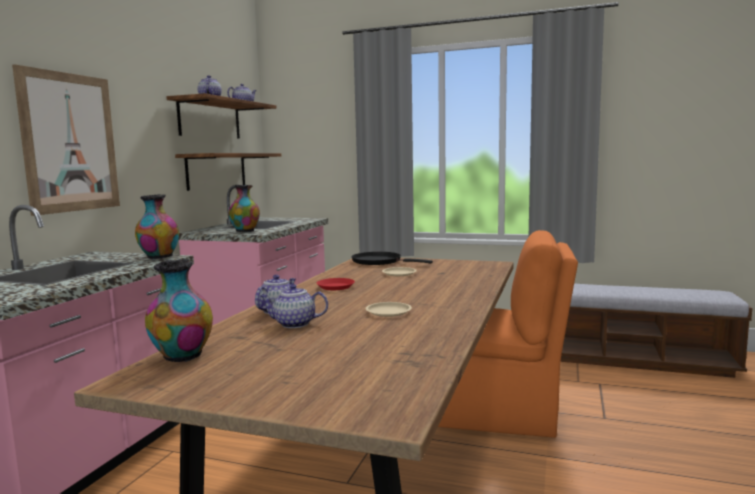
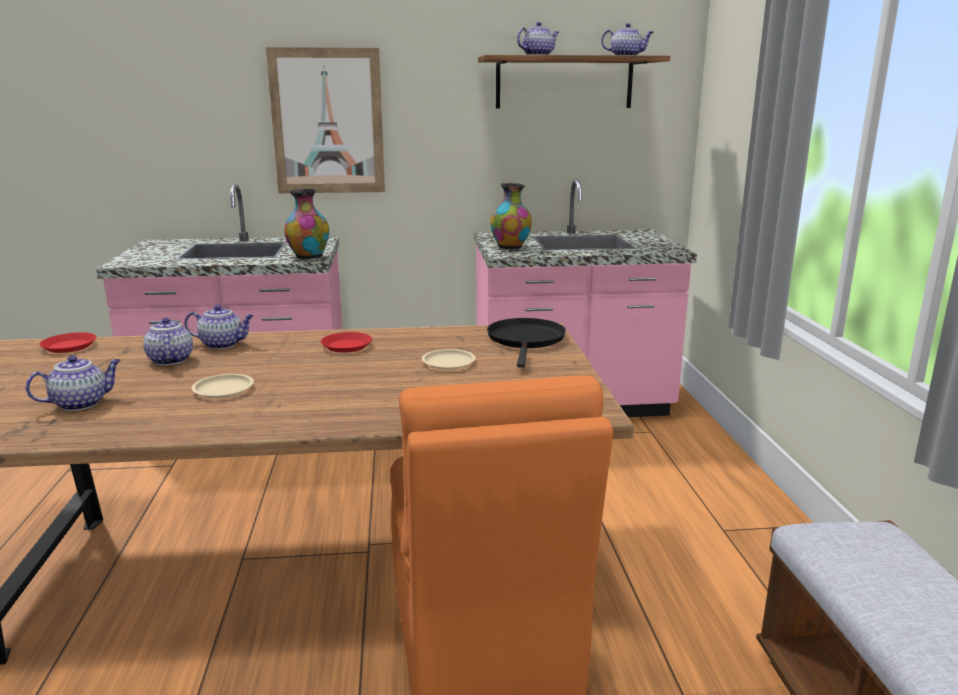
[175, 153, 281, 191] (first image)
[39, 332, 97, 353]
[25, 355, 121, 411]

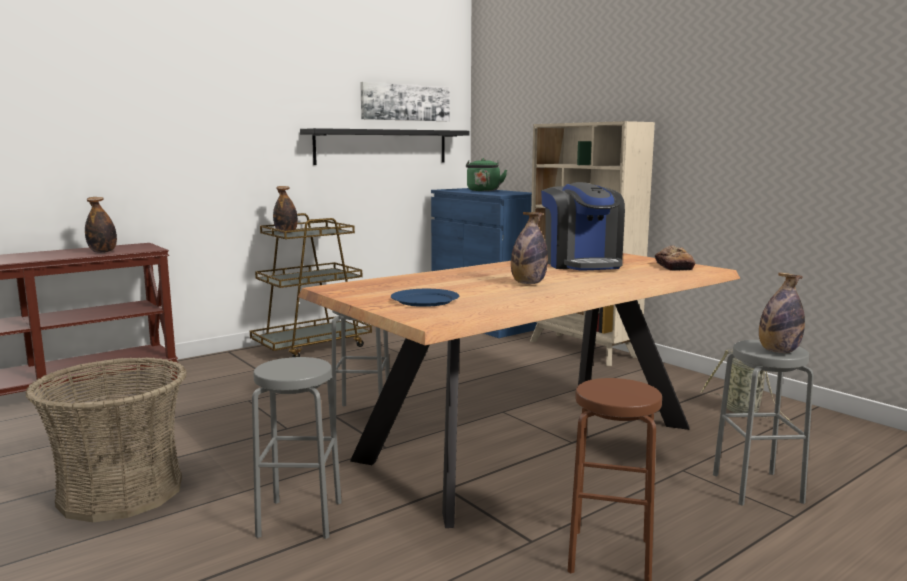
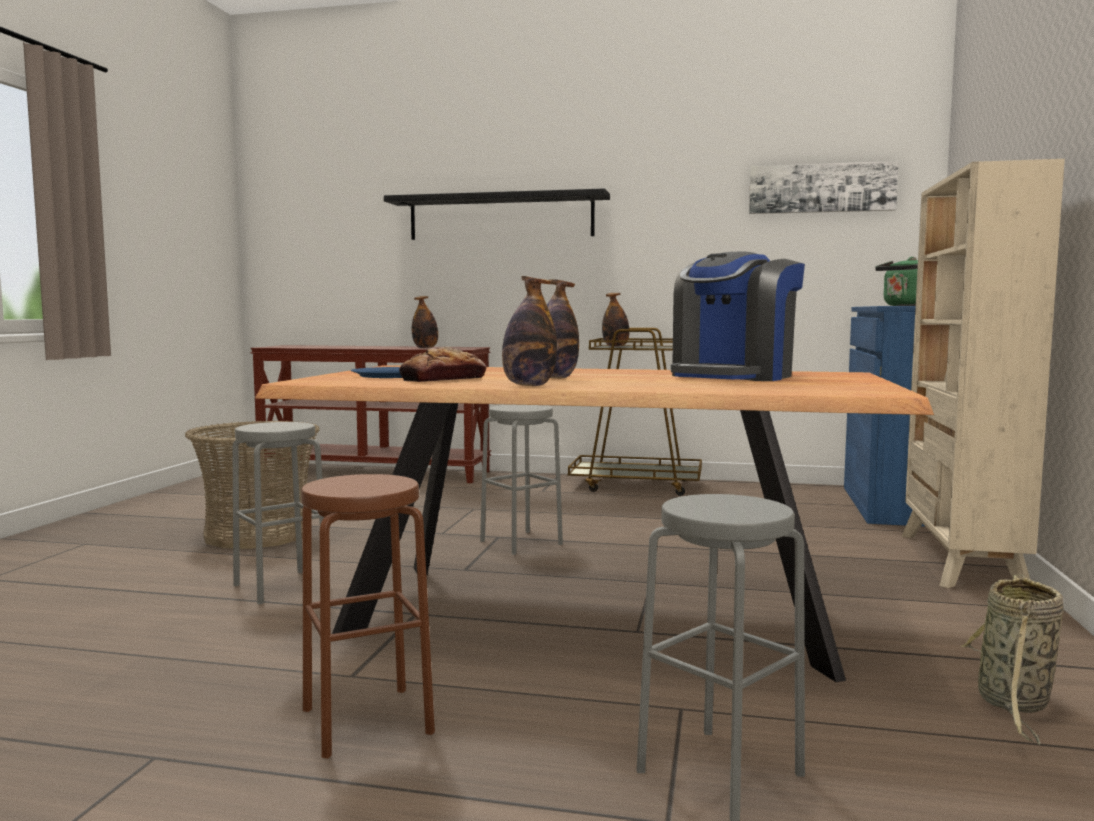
[384, 188, 610, 240]
[399, 347, 487, 382]
[502, 276, 557, 386]

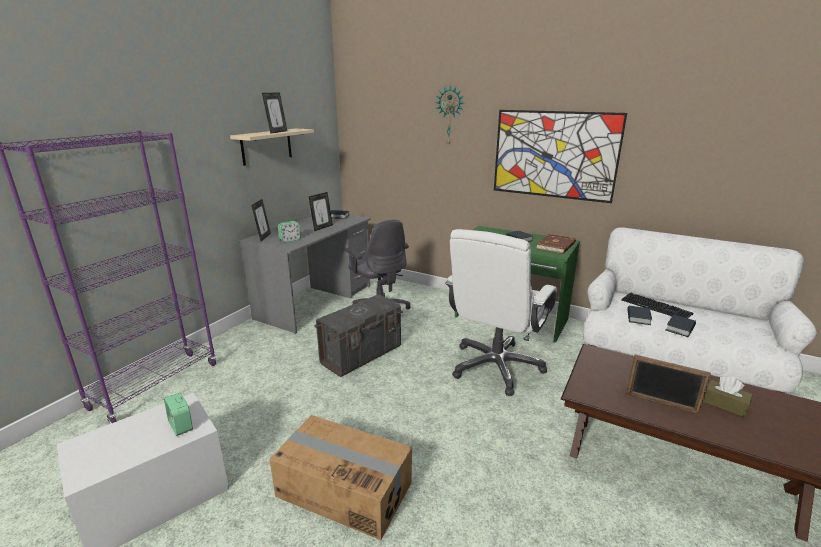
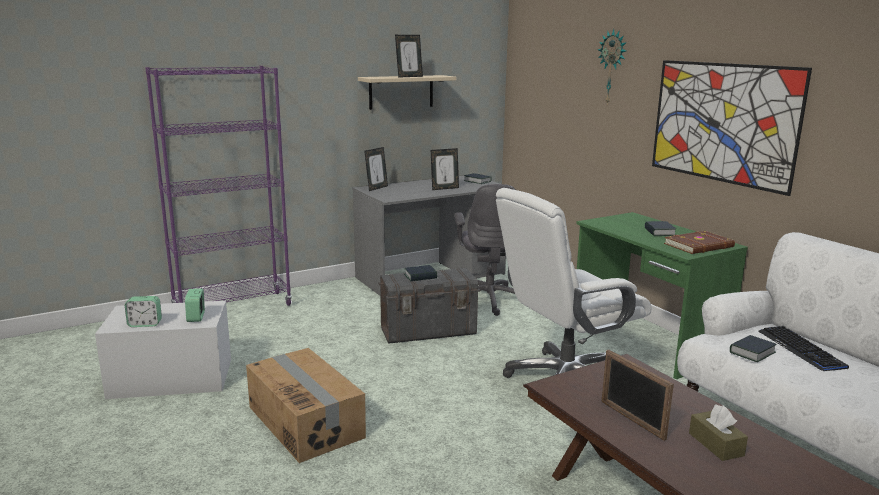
[125, 296, 162, 327]
[404, 265, 437, 281]

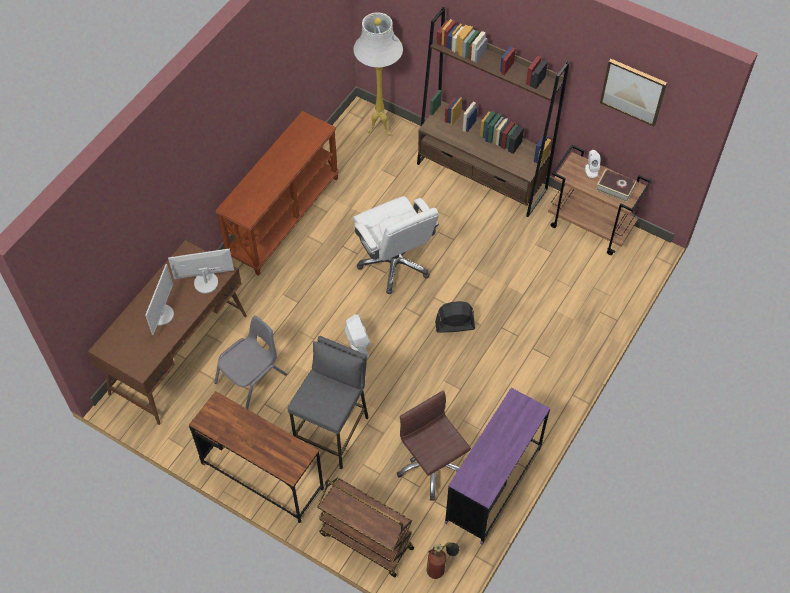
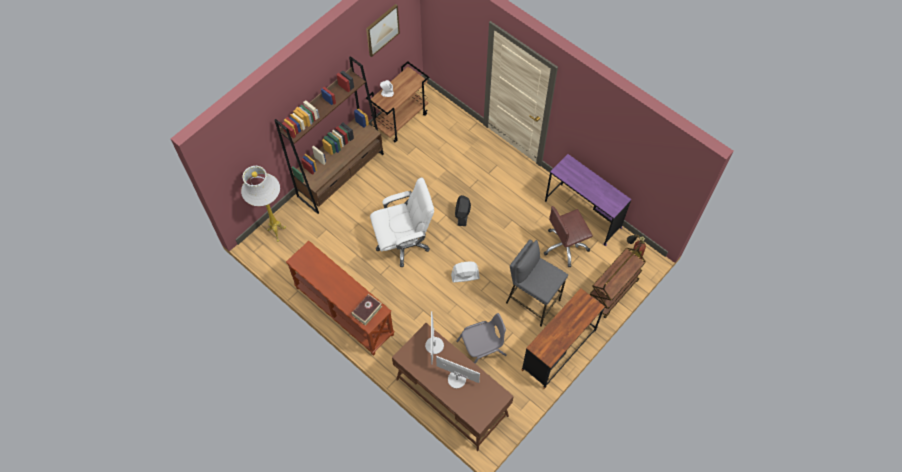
[352, 294, 382, 326]
[456, 313, 507, 364]

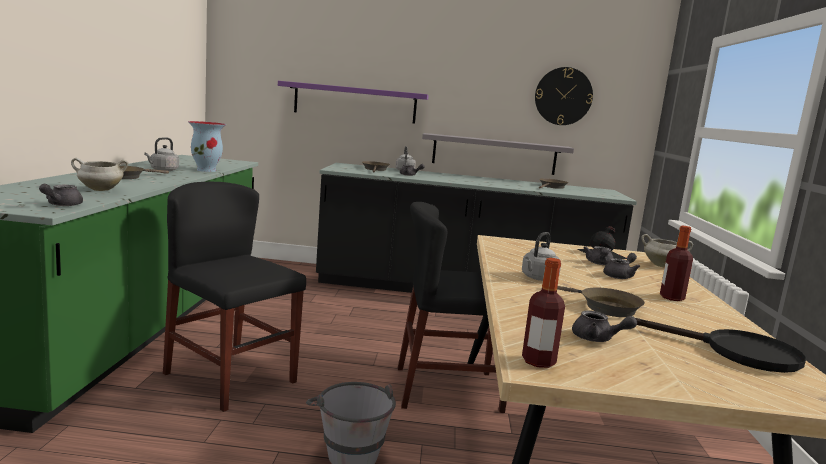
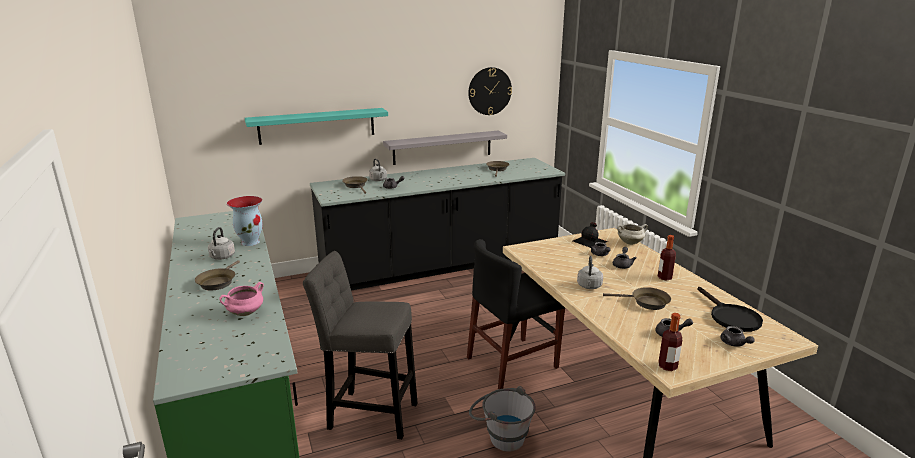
[245, 108, 388, 145]
[220, 282, 264, 316]
[303, 251, 417, 439]
[720, 326, 755, 347]
[697, 287, 763, 332]

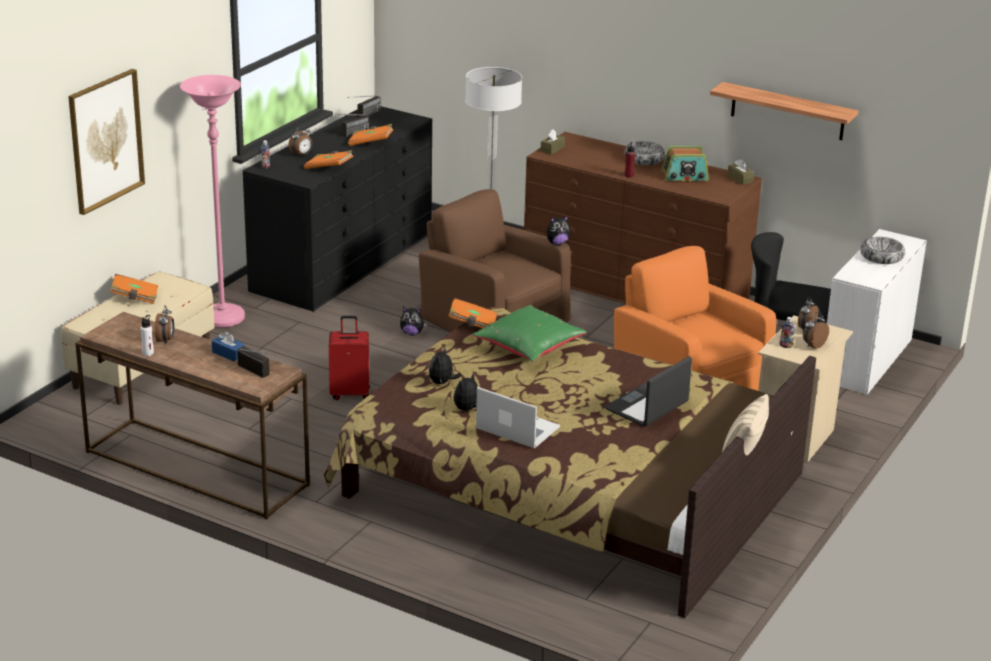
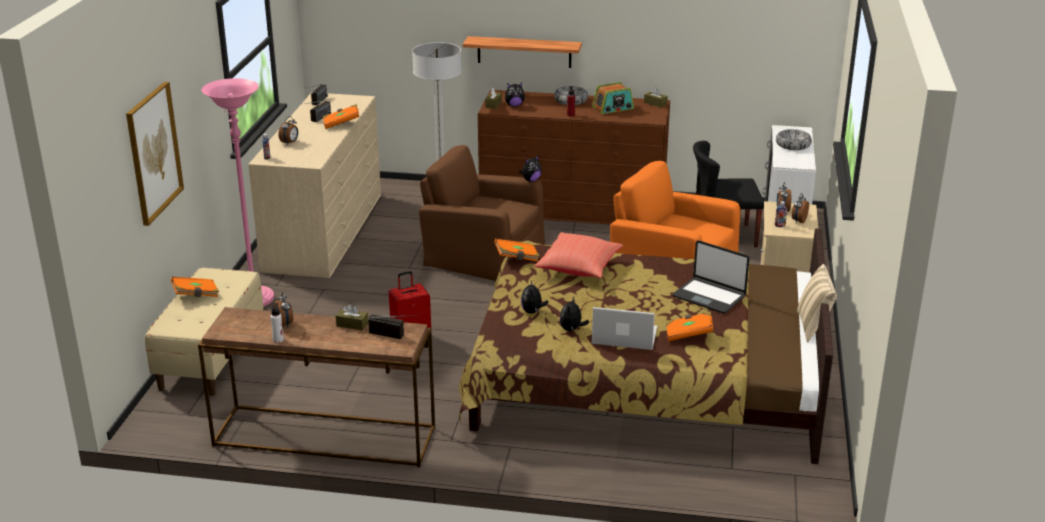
[463, 36, 582, 68]
[248, 92, 381, 278]
[666, 311, 713, 342]
[534, 232, 623, 278]
[505, 83, 525, 107]
[336, 304, 368, 331]
[673, 240, 750, 313]

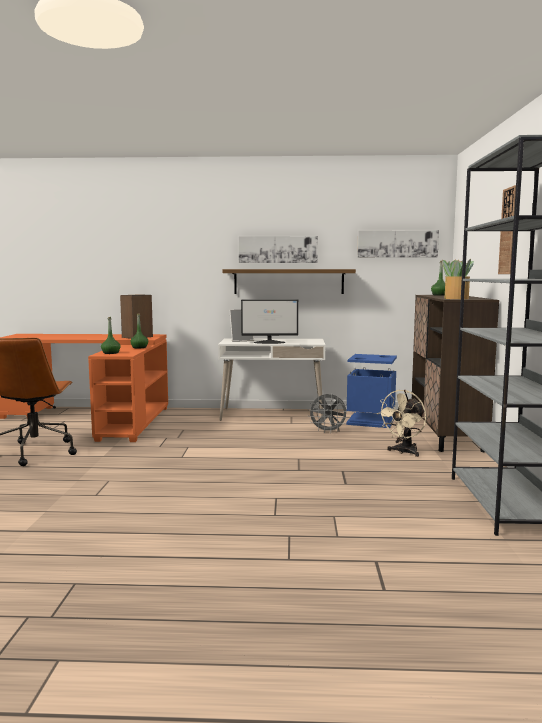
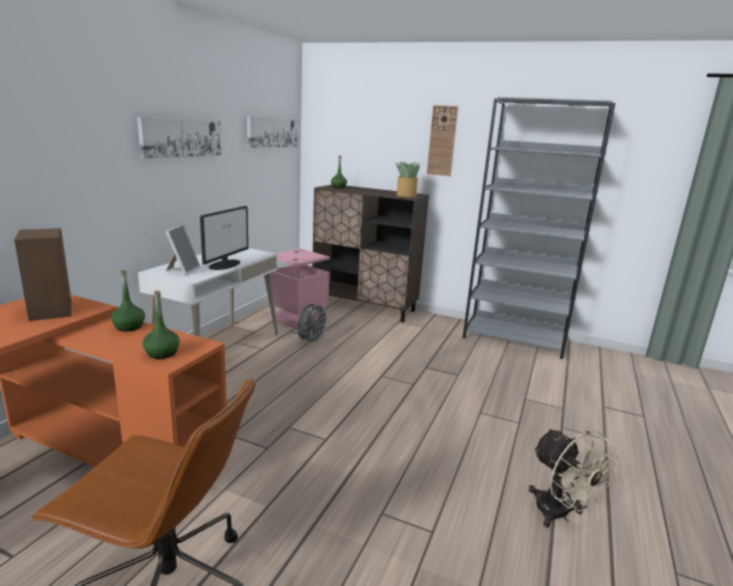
[223, 269, 356, 294] (first image)
[269, 249, 330, 329]
[528, 428, 620, 528]

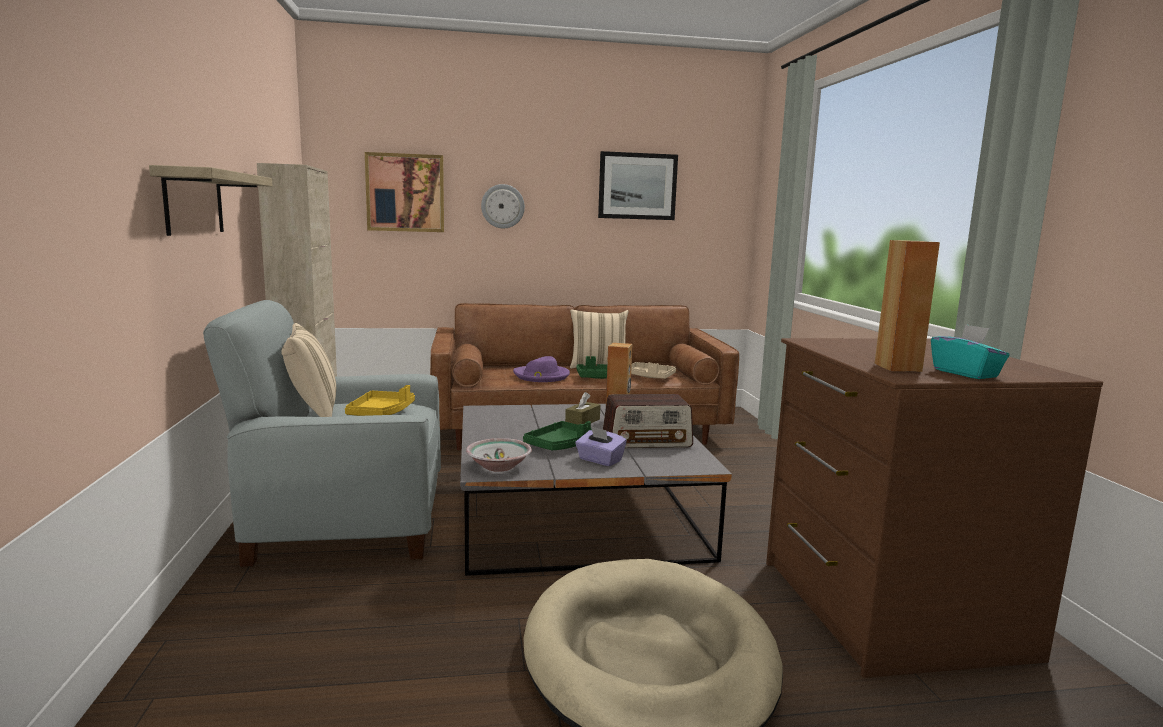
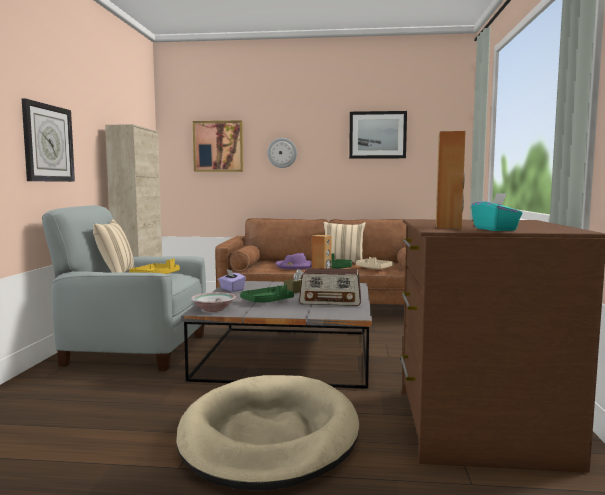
[22, 99, 75, 182]
[218, 269, 246, 292]

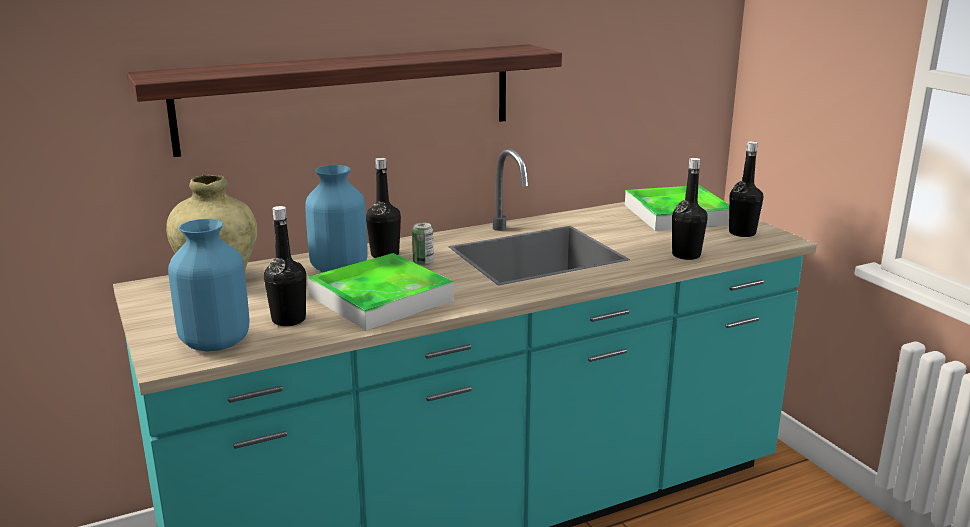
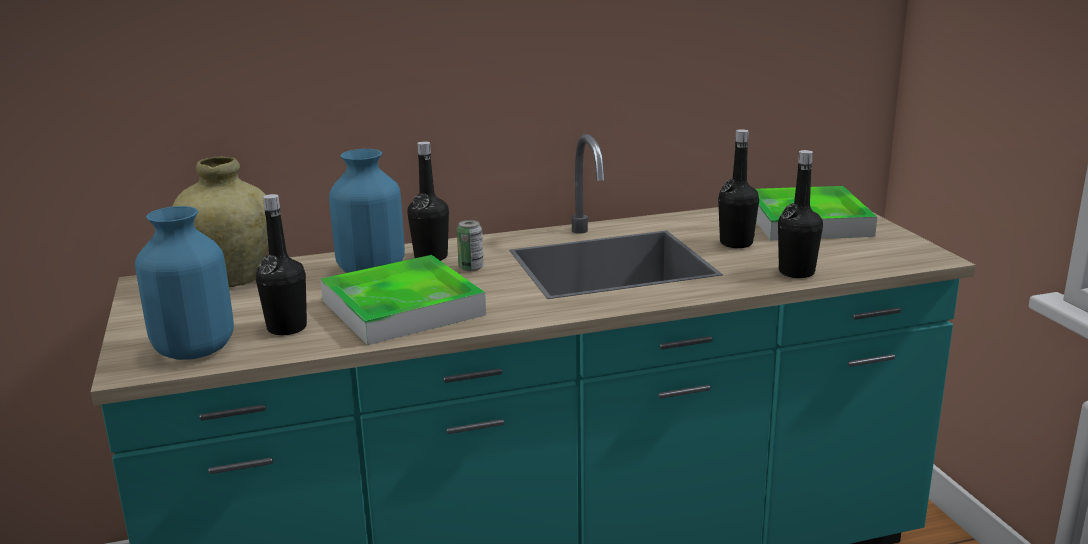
[127, 44, 562, 157] (first image)
[718, 129, 759, 248]

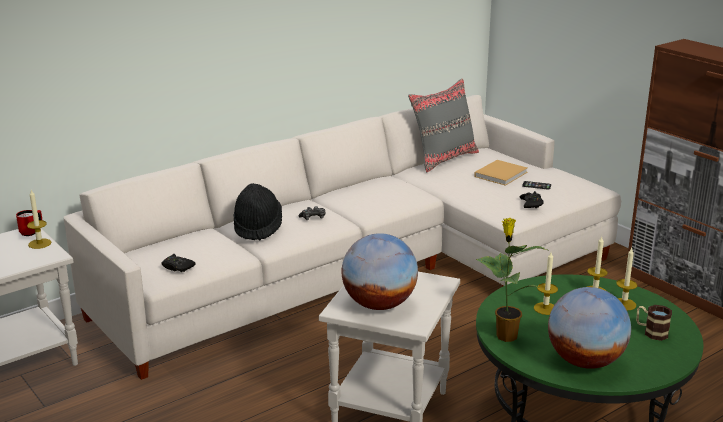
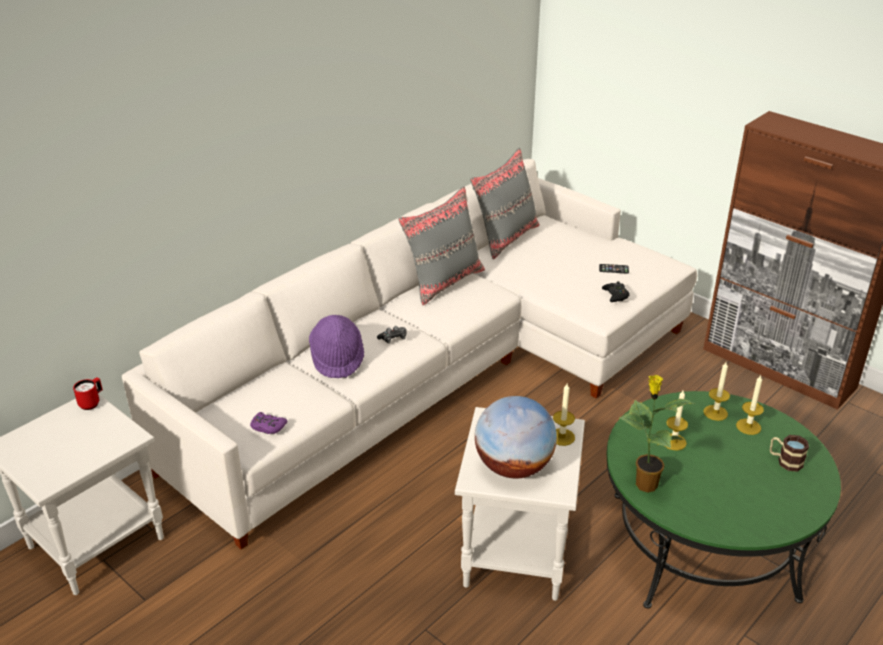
[474, 160, 528, 186] (first image)
[309, 315, 364, 378]
[553, 384, 575, 446]
[250, 412, 287, 434]
[548, 287, 631, 369] (first image)
[398, 186, 485, 305]

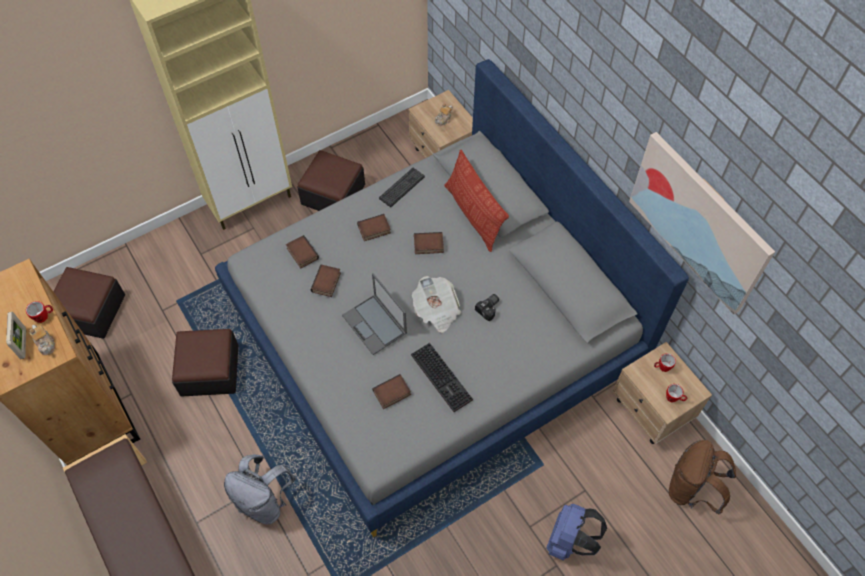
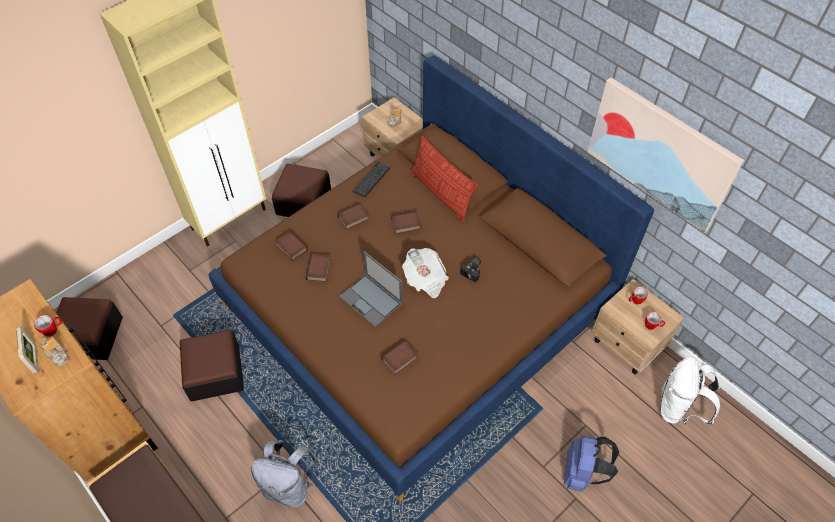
[209, 55, 654, 502]
[411, 343, 473, 412] (first image)
[661, 358, 720, 425]

